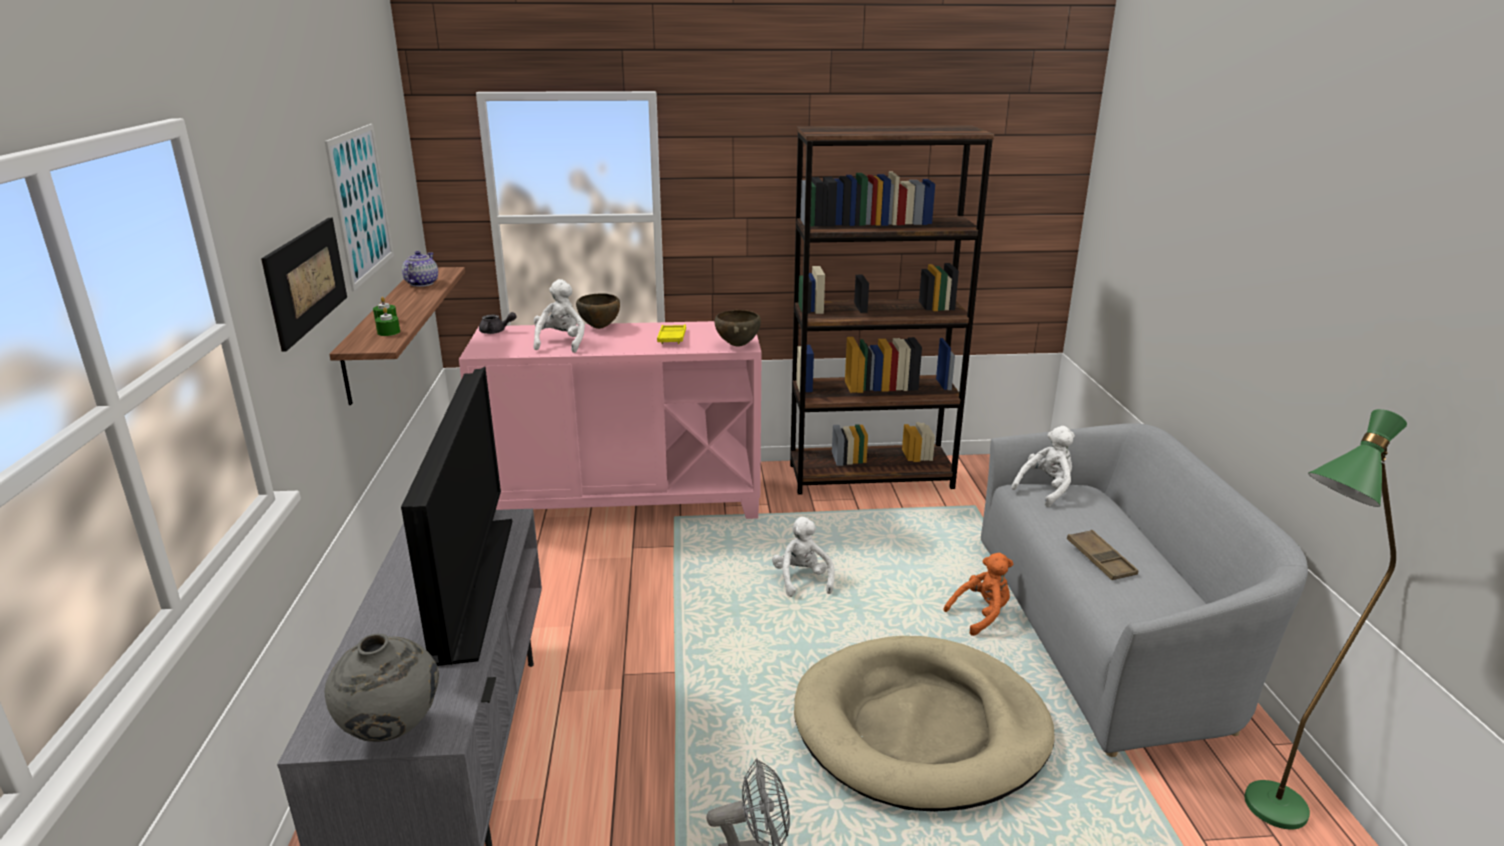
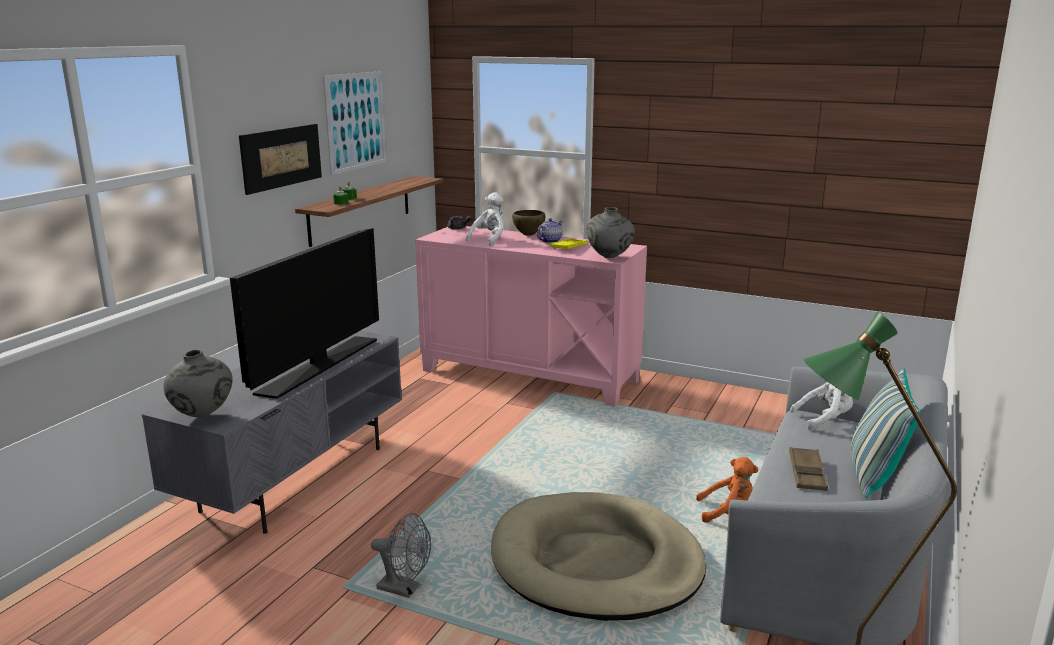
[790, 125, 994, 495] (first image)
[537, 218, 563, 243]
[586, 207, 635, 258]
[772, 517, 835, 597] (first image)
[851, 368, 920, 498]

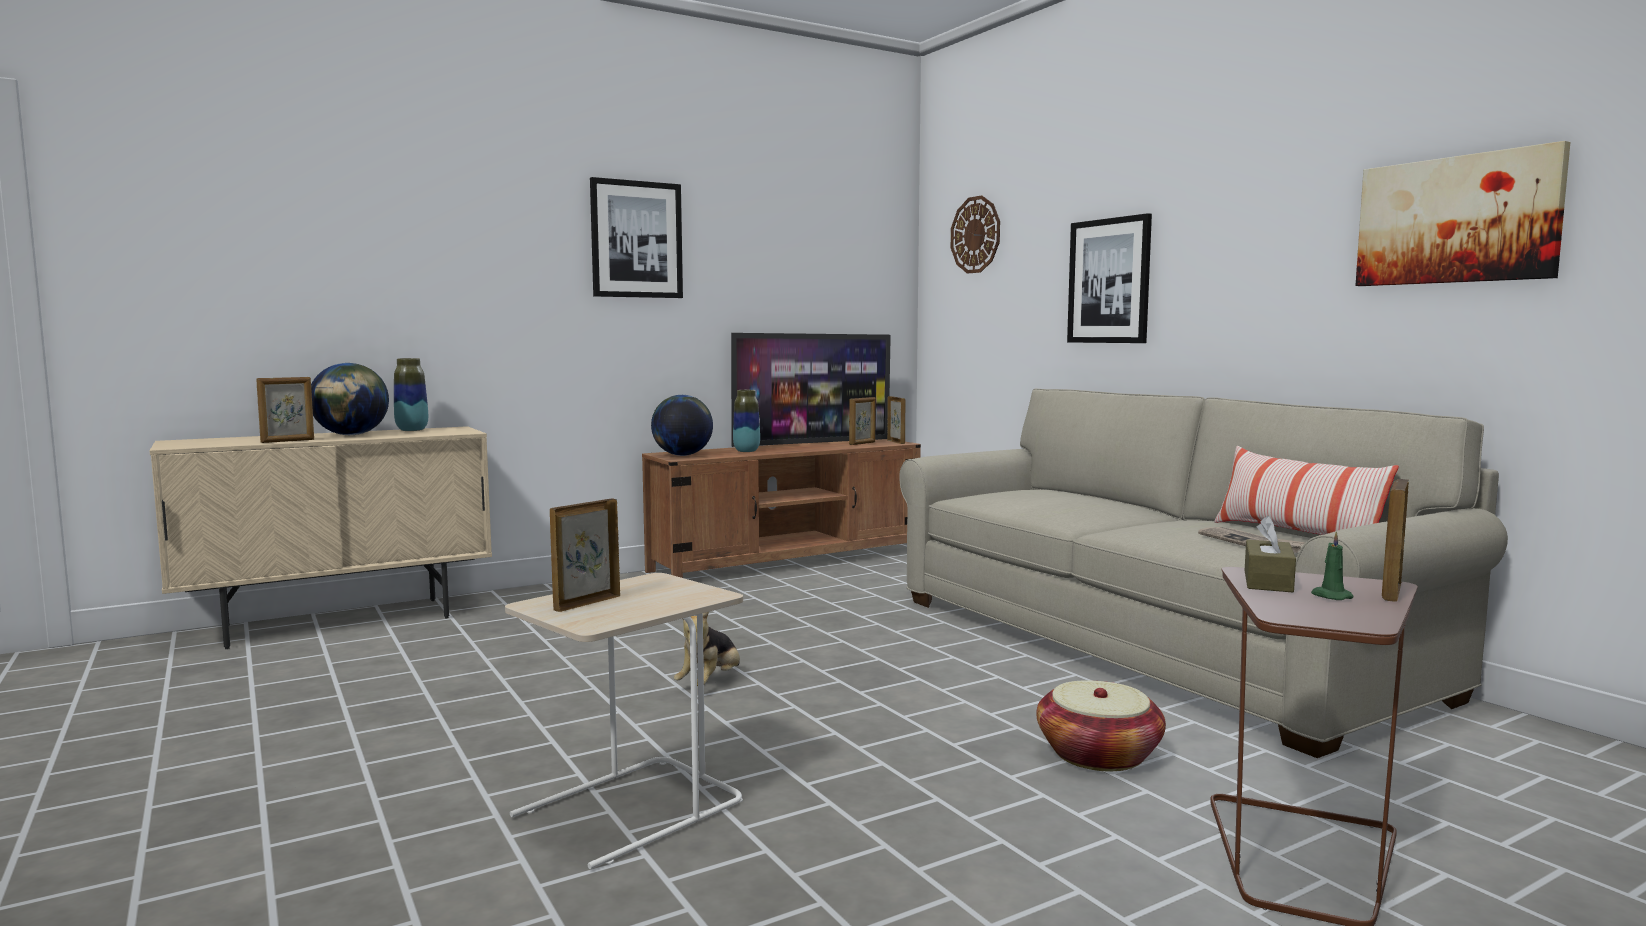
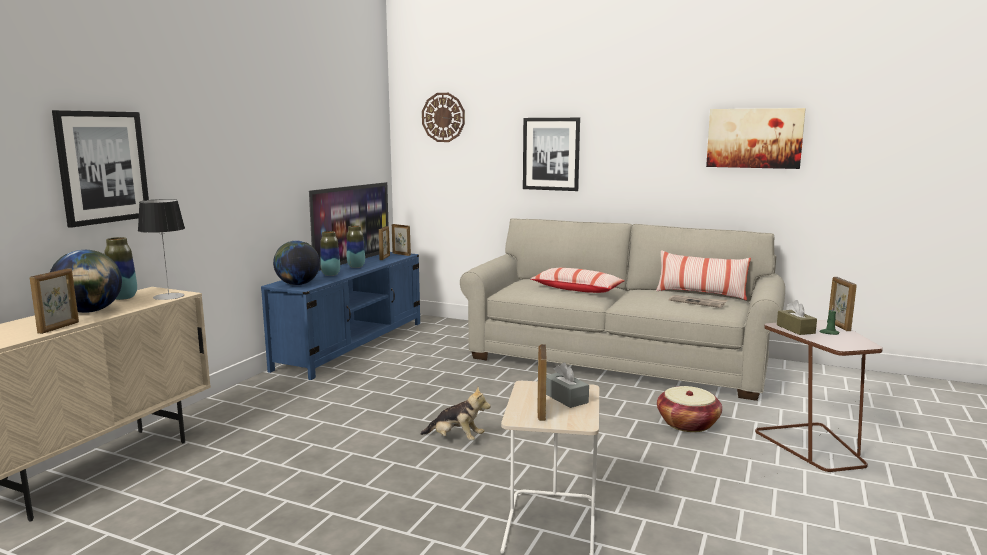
[52, 110, 149, 228]
[261, 252, 420, 380]
[420, 387, 491, 441]
[138, 199, 185, 300]
[347, 225, 365, 268]
[530, 268, 625, 293]
[546, 362, 589, 408]

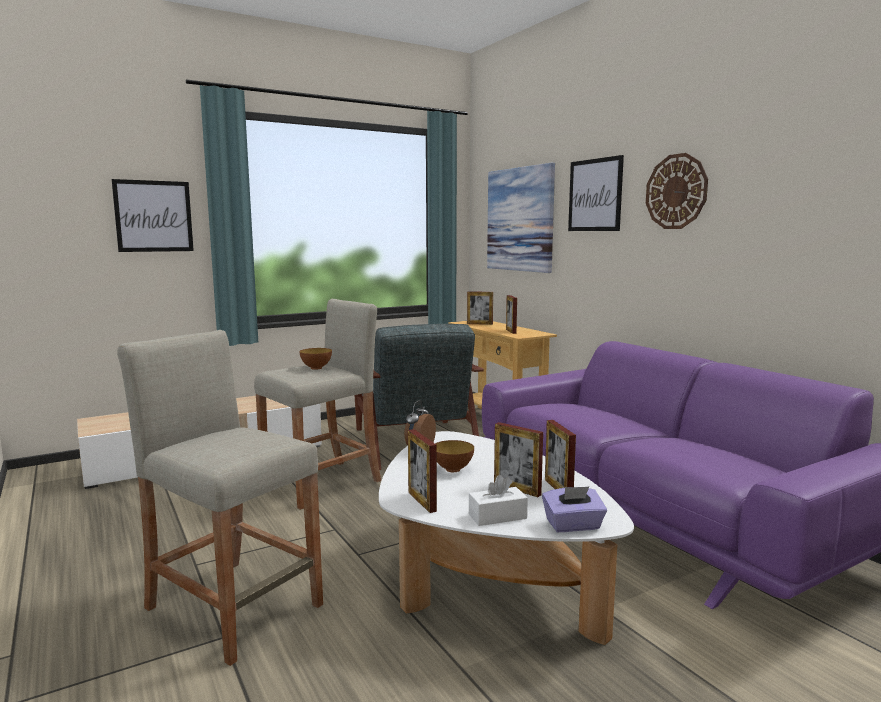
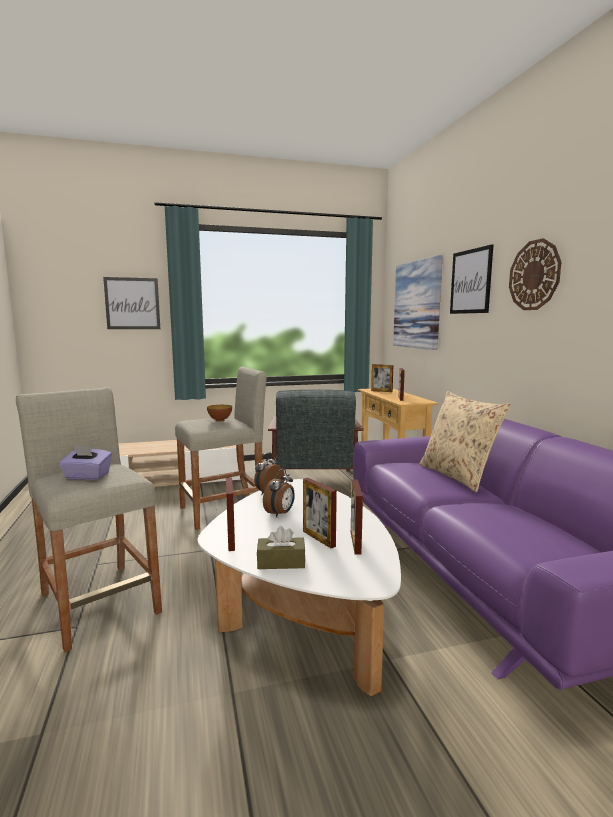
[263, 469, 295, 518]
[257, 526, 305, 569]
[59, 445, 112, 480]
[419, 391, 511, 493]

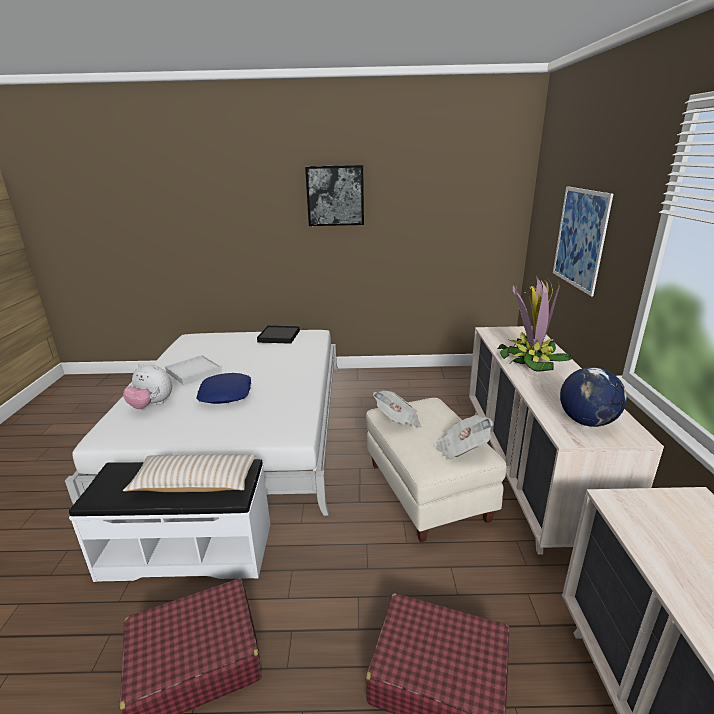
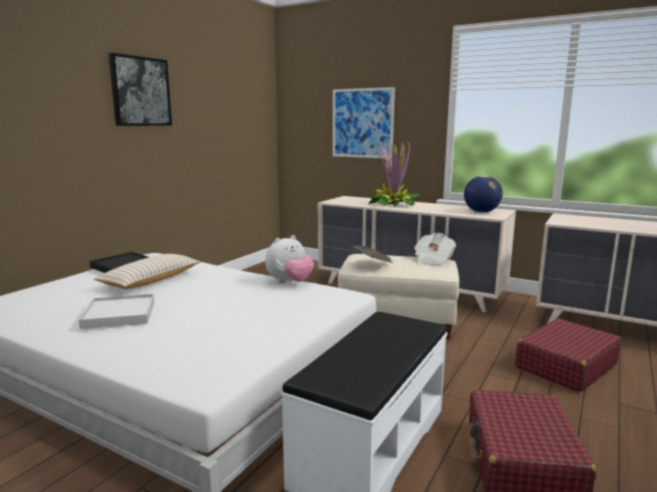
[265, 235, 314, 283]
[196, 373, 251, 404] (first image)
[94, 254, 201, 289]

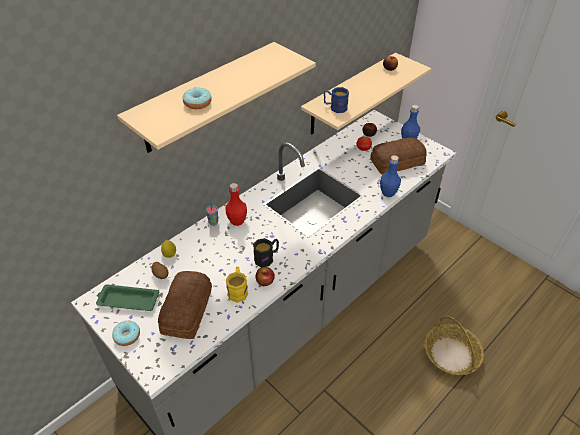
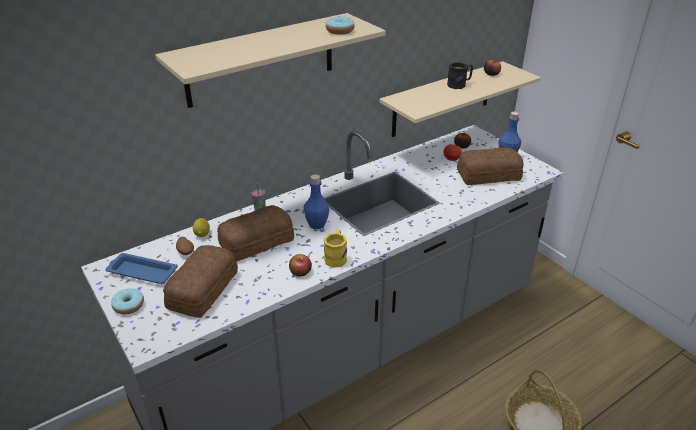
[324, 87, 349, 113] (first image)
[326, 16, 355, 35]
[304, 175, 329, 229]
[225, 183, 247, 226] (first image)
[447, 62, 473, 89]
[324, 229, 347, 268]
[106, 253, 178, 284]
[217, 205, 294, 261]

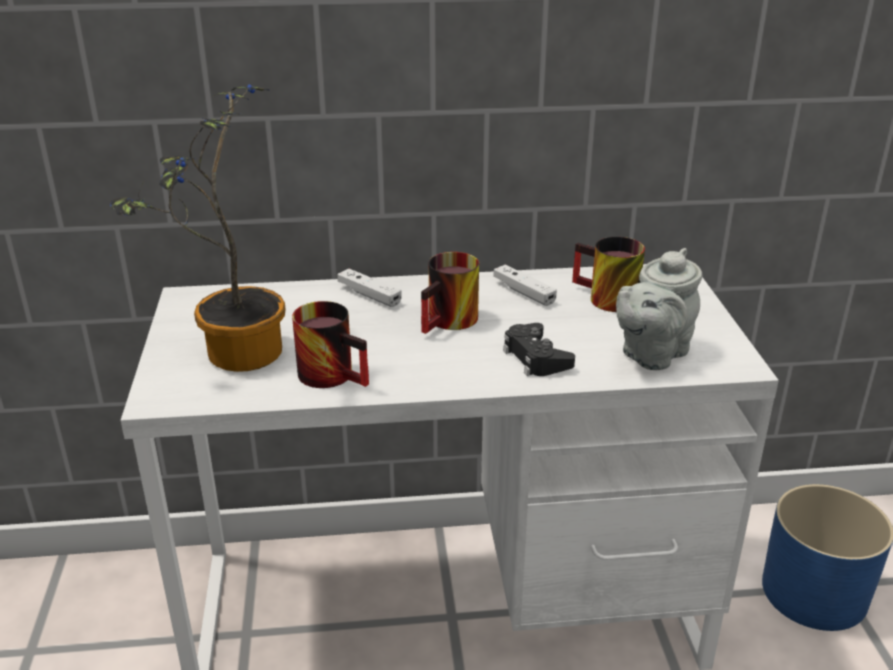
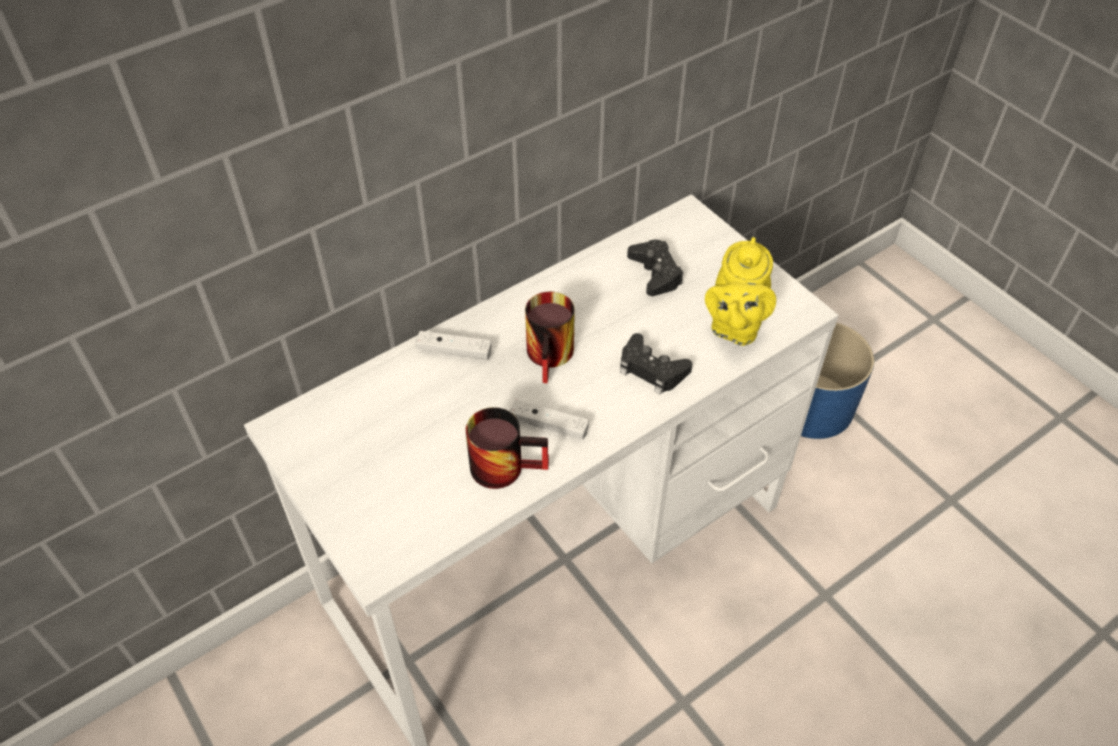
[110, 85, 285, 372] (first image)
[627, 240, 683, 296]
[705, 237, 776, 346]
[510, 399, 589, 439]

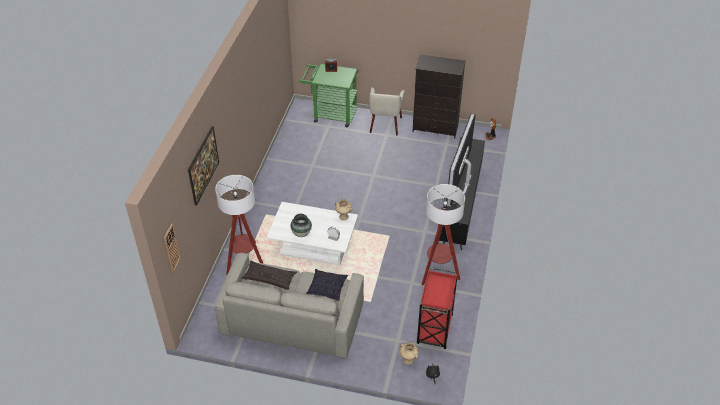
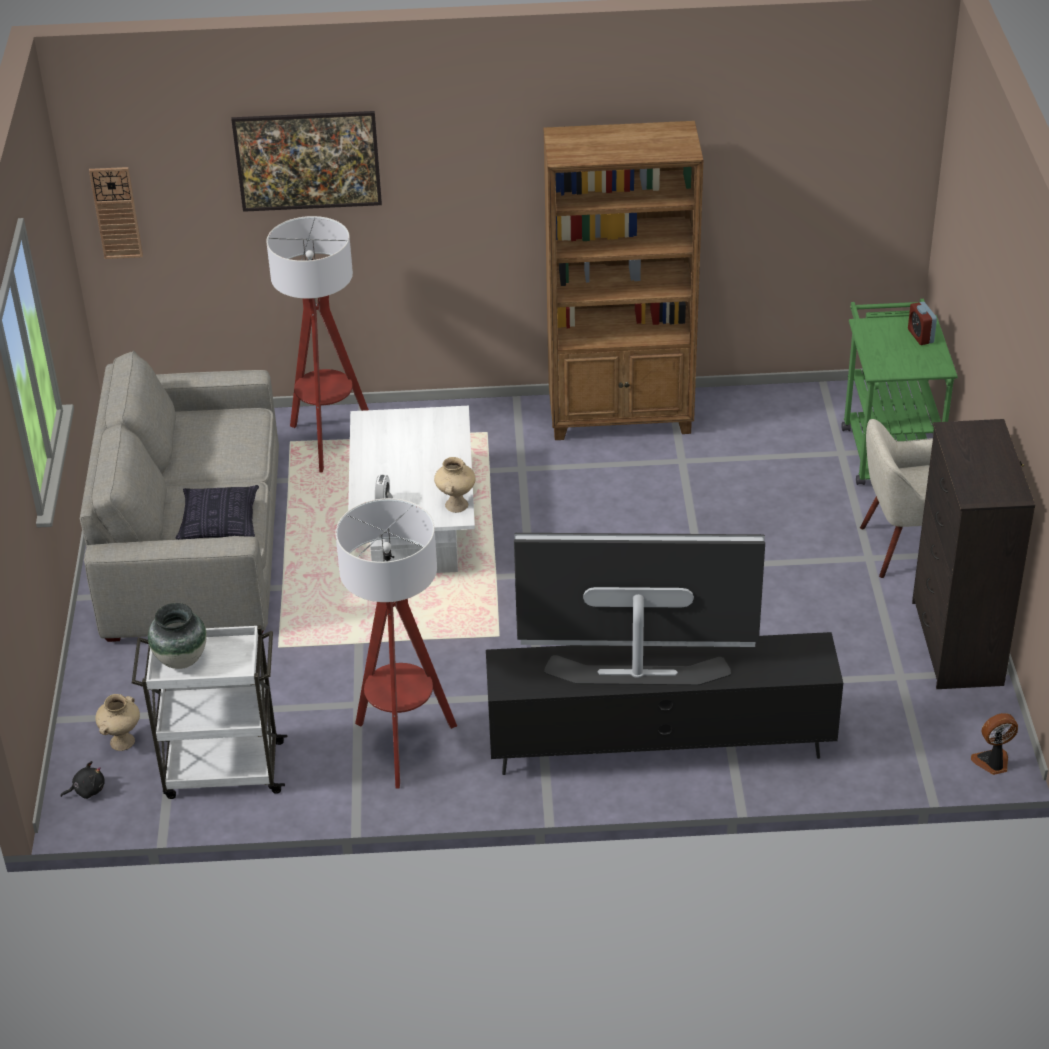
[148, 603, 207, 669]
[241, 261, 297, 290] (first image)
[132, 625, 287, 799]
[543, 121, 703, 440]

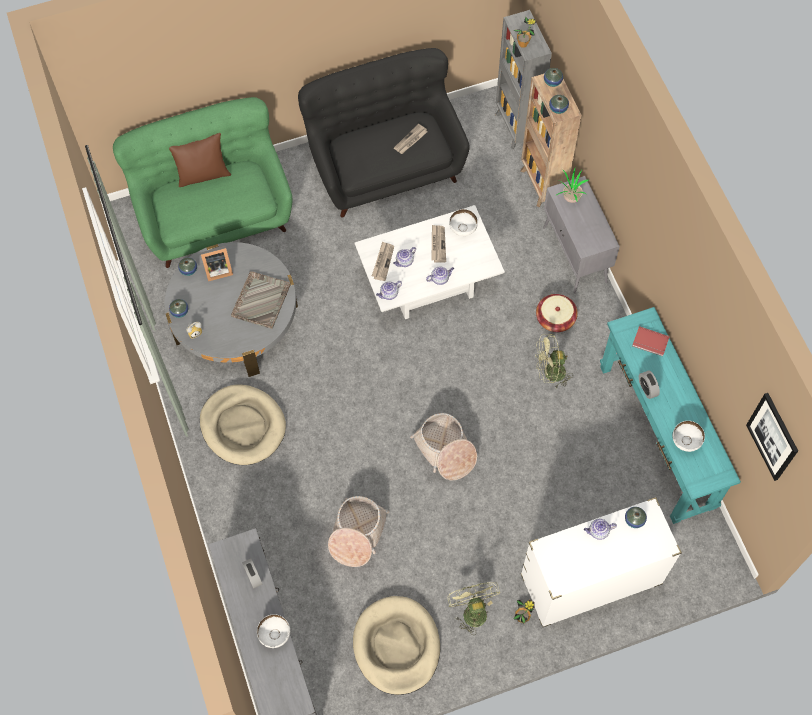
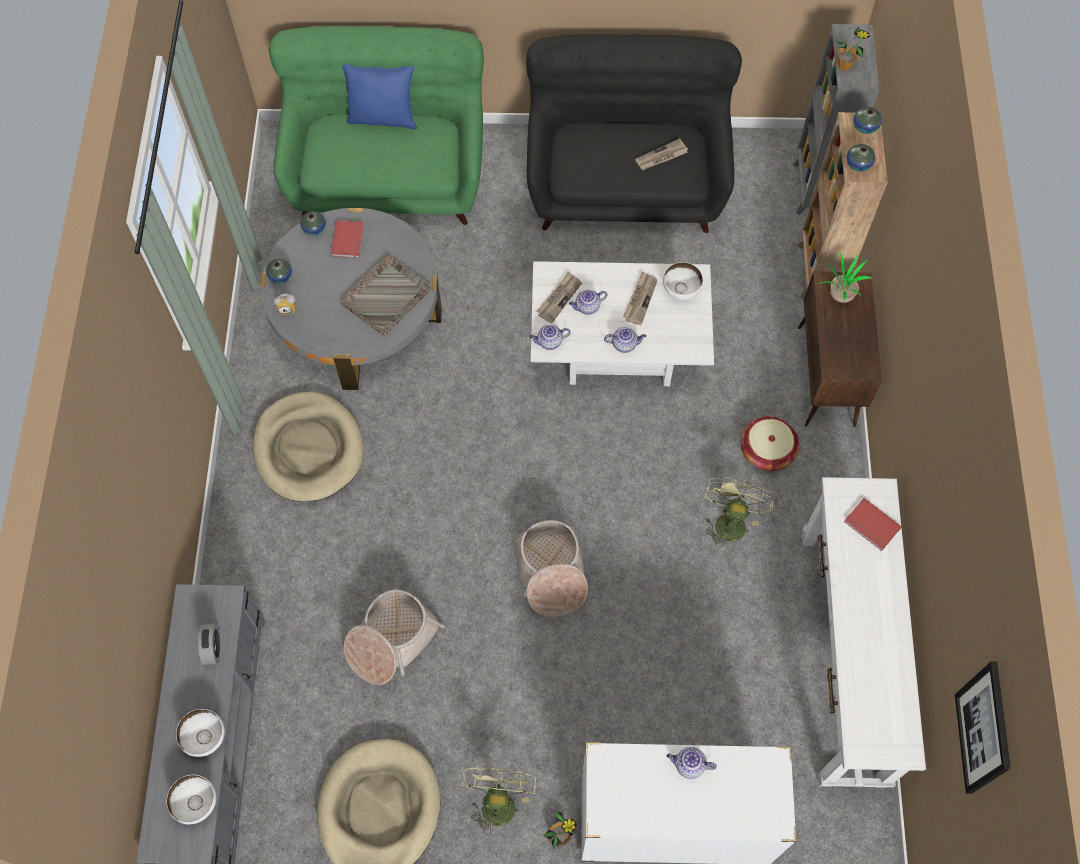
[342, 64, 417, 129]
[798, 272, 882, 427]
[330, 220, 364, 258]
[802, 477, 926, 788]
[704, 477, 775, 548]
[639, 370, 660, 399] (first image)
[167, 775, 216, 824]
[625, 507, 647, 528] (first image)

